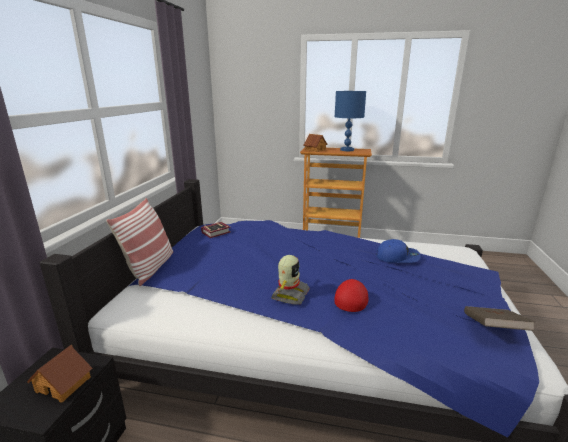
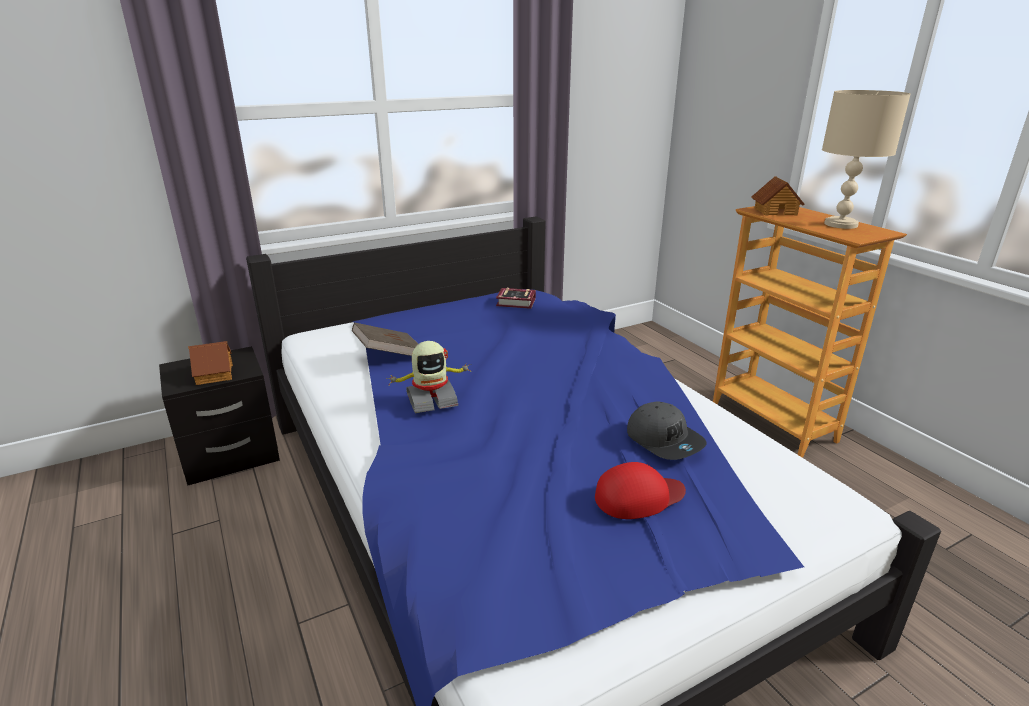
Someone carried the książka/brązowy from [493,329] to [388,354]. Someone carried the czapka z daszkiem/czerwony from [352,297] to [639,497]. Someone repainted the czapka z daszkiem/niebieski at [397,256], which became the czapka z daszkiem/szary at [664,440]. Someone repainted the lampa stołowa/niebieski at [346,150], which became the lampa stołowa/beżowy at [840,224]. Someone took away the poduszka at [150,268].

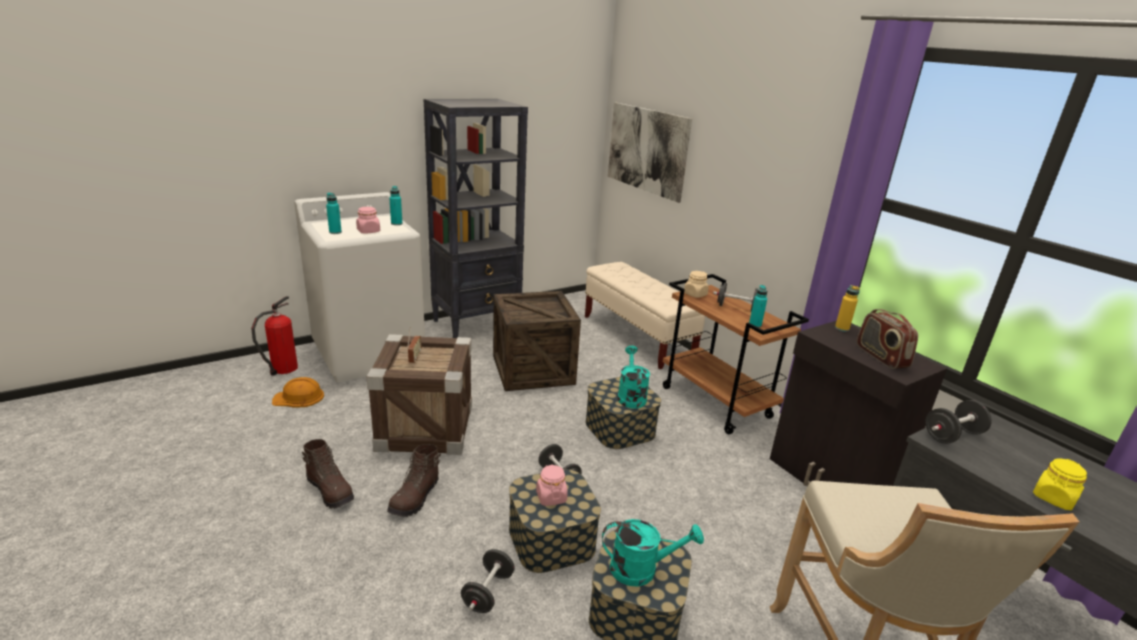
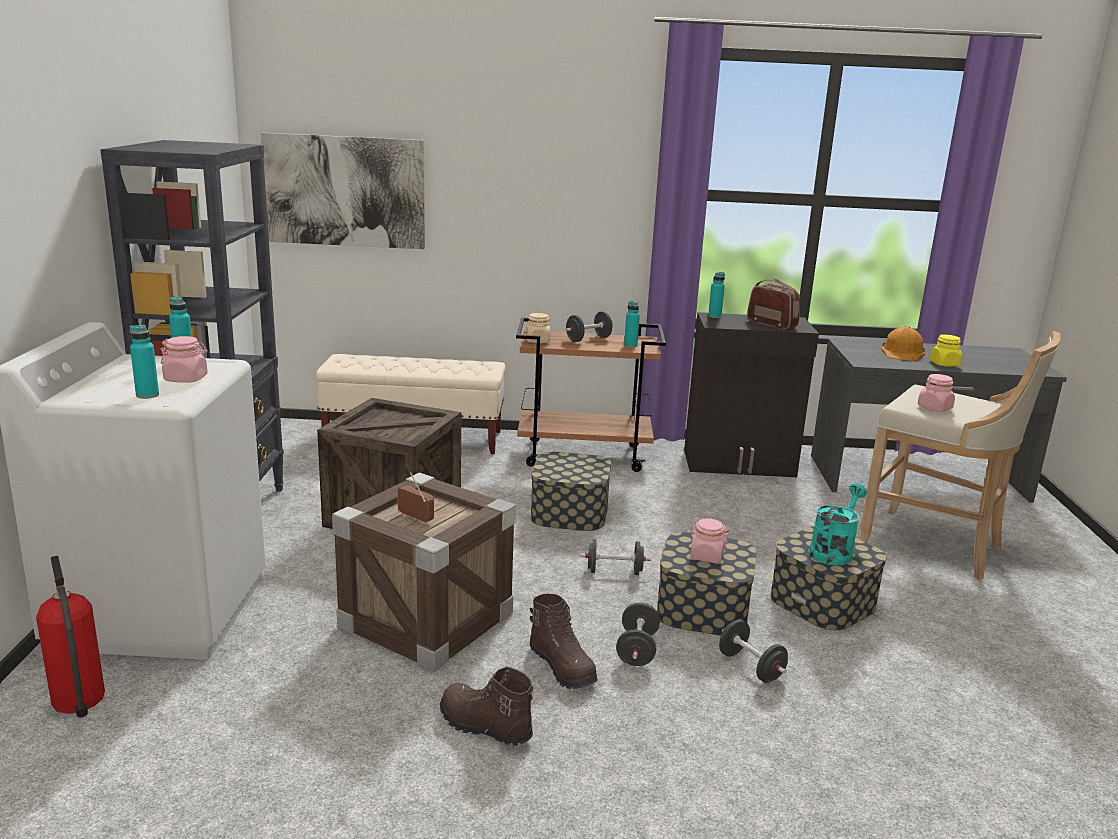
Someone rotated the but z cholewką/brązowy at [331,491] by 135 degrees counterclockwise. Someone carried the hantel/czarny from [952,435] to [637,650]. Someone repainted the butelka/żółty at [842,328], which became the butelka/turkusowy at [714,316]. Someone rotated the radio at [881,357] by 150 degrees counterclockwise. Someone carried the kask/pomarańczowy from [299,397] to [902,352]. Someone put down the słoik/różowy at [934,408]. Someone took away the konewka/turkusowy at [630,396].

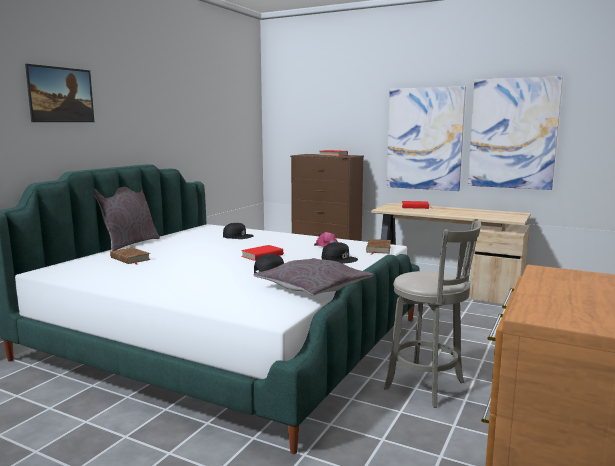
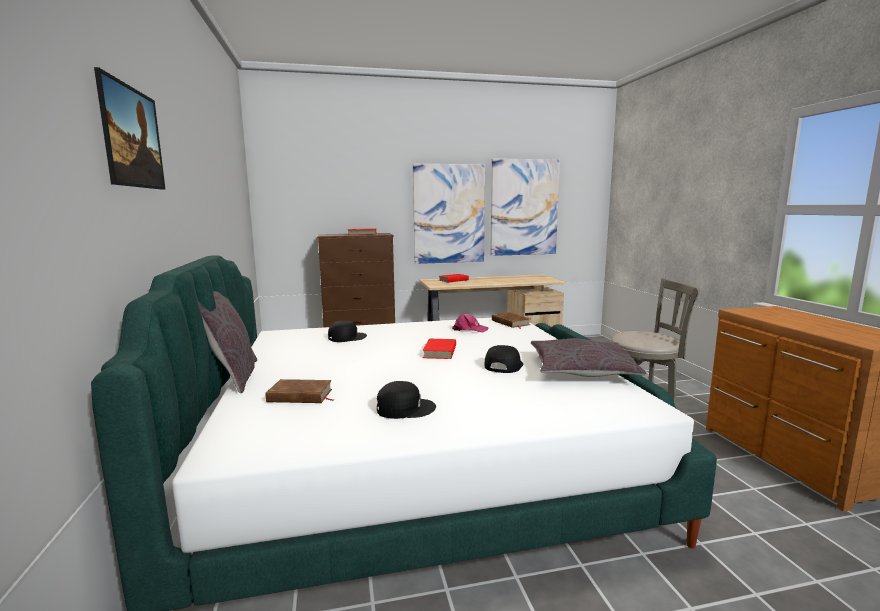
Someone carried the czapka z daszkiem/czarny from [339,259] to [405,408].

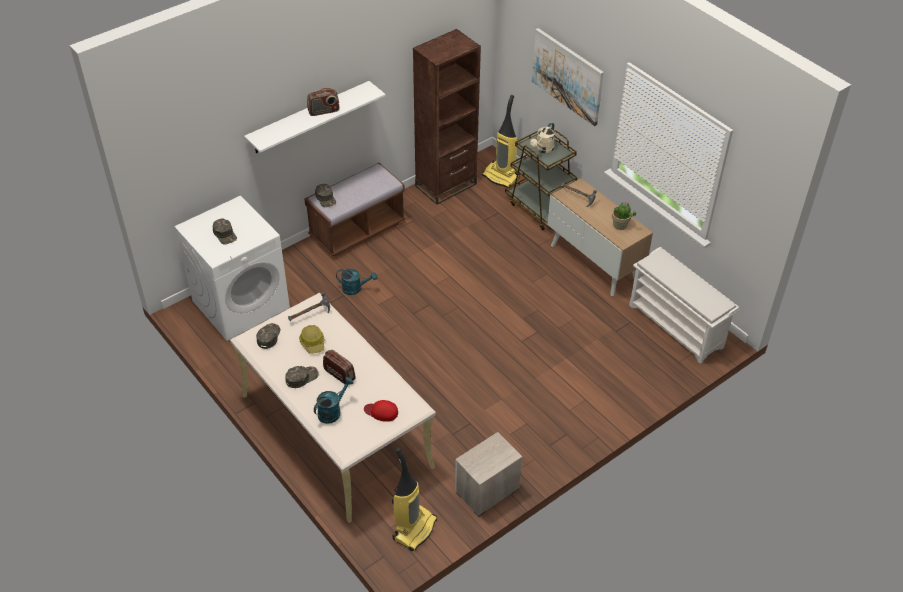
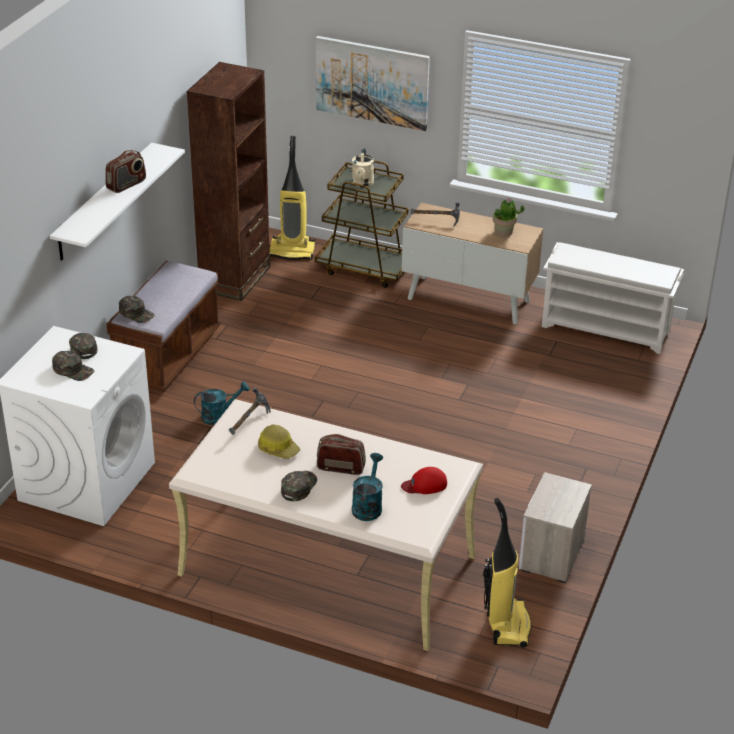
Someone carried the czapka z daszkiem/zielony from [268,336] to [82,347].

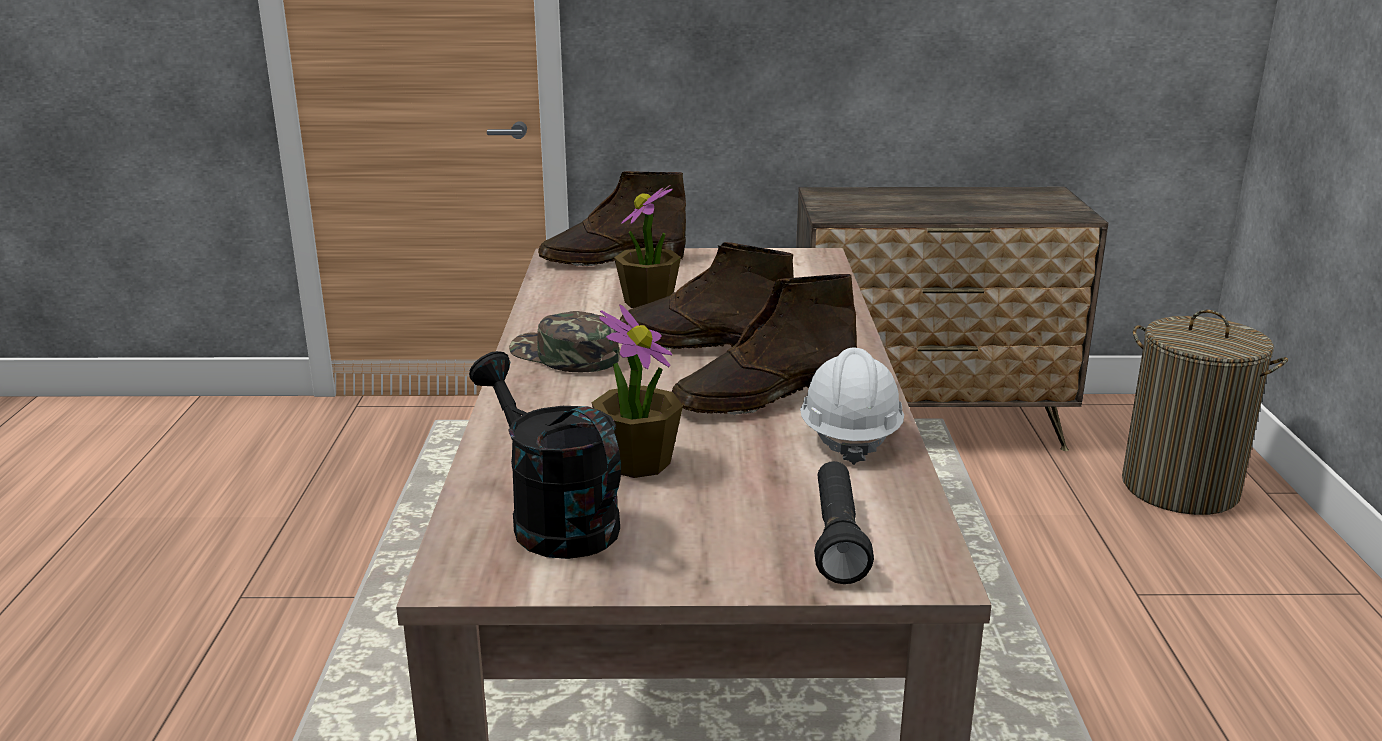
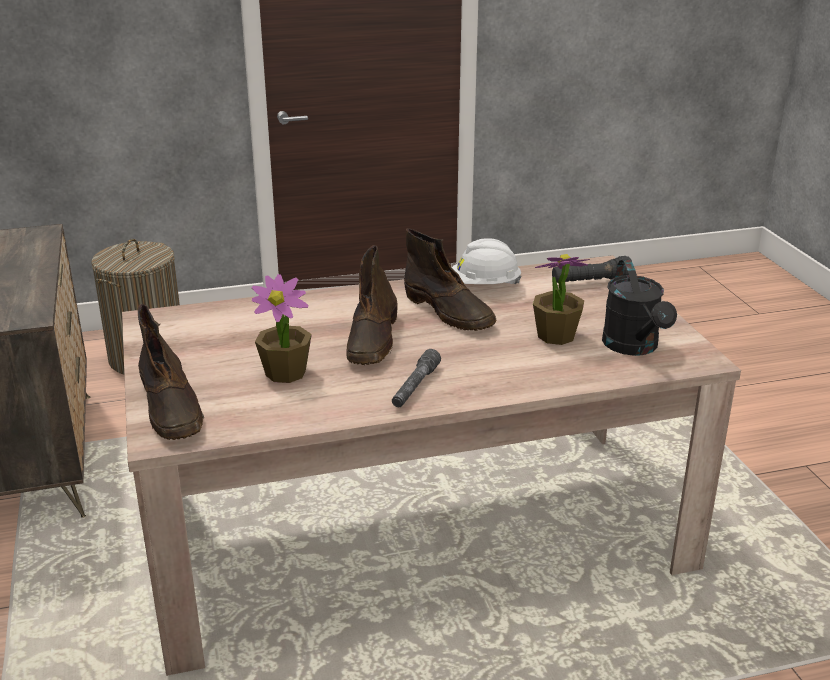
Someone swapped the czapka z daszkiem/zielony at [564,355] for the latarka/szary at [415,387]. Someone rotated the konewka/czarny at [553,520] by 45 degrees counterclockwise.

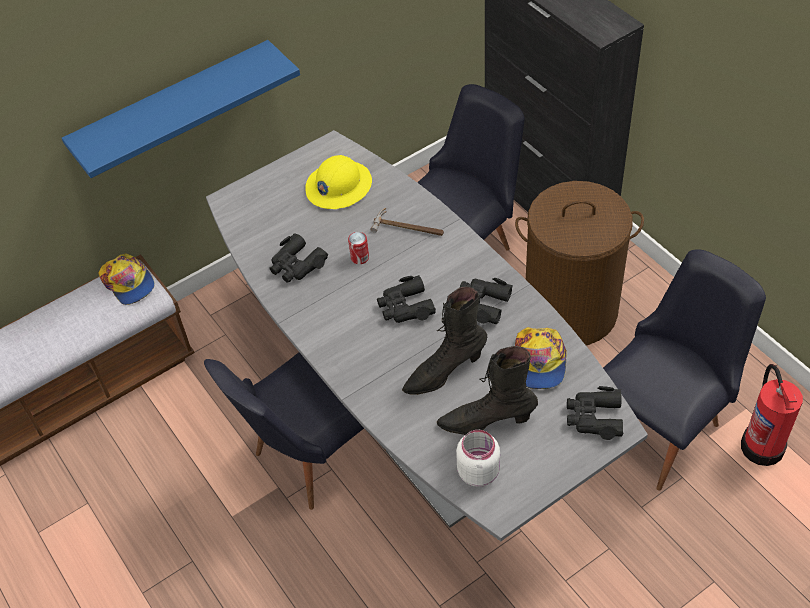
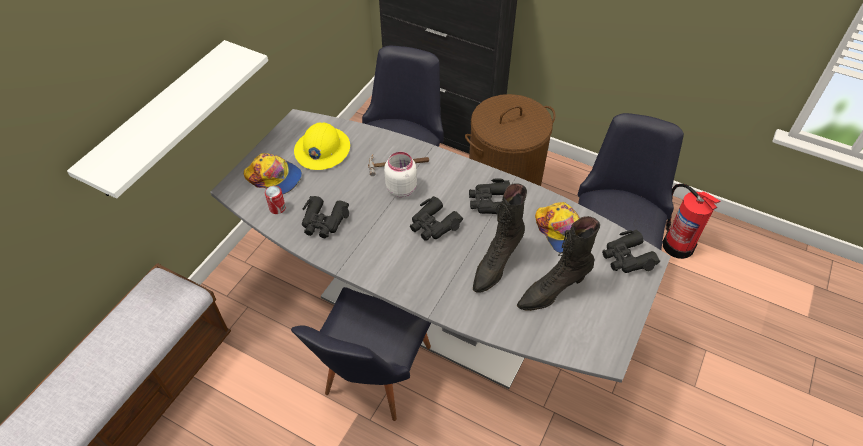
Someone repainted the półka/niebieski at [174,109], which became the półka/biały at [161,119]. Someone carried the czapka z daszkiem from [128,283] to [274,177]. Someone carried the puszka from [360,257] to [277,208]. Someone carried the słoik/biały from [478,471] to [401,188].

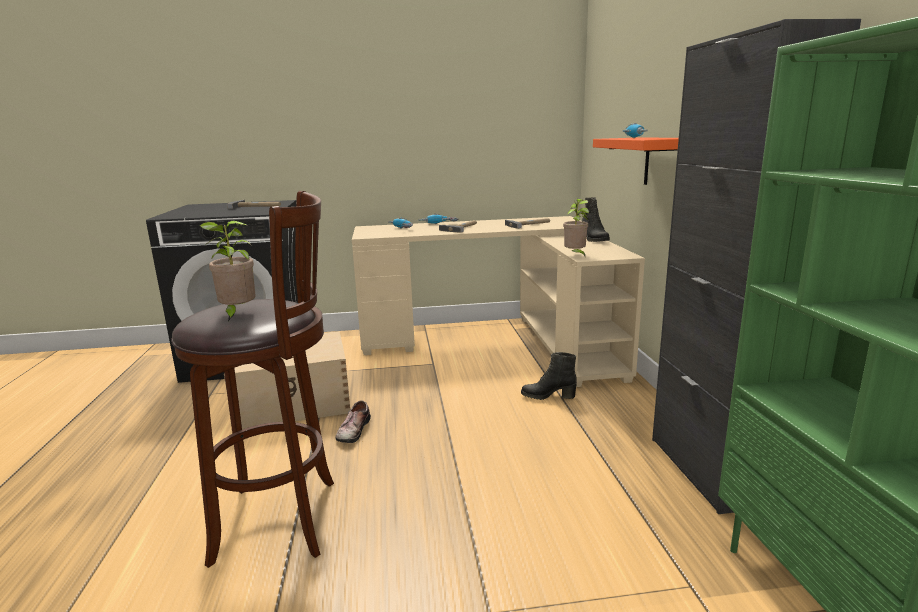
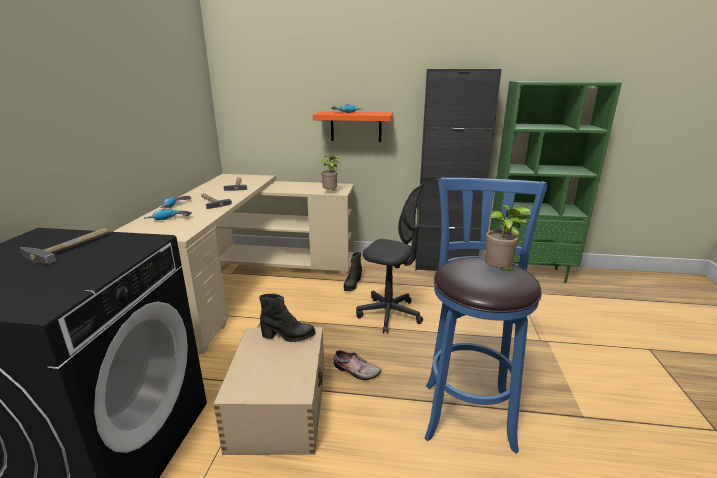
Someone carried the but z cholewką/czarny from [593,240] to [288,336]. Someone put down the krzesło biurowe/szary at [389,314]. Someone repainted the stołek/brązowy at [284,519], which became the stołek/niebieski at [467,411].

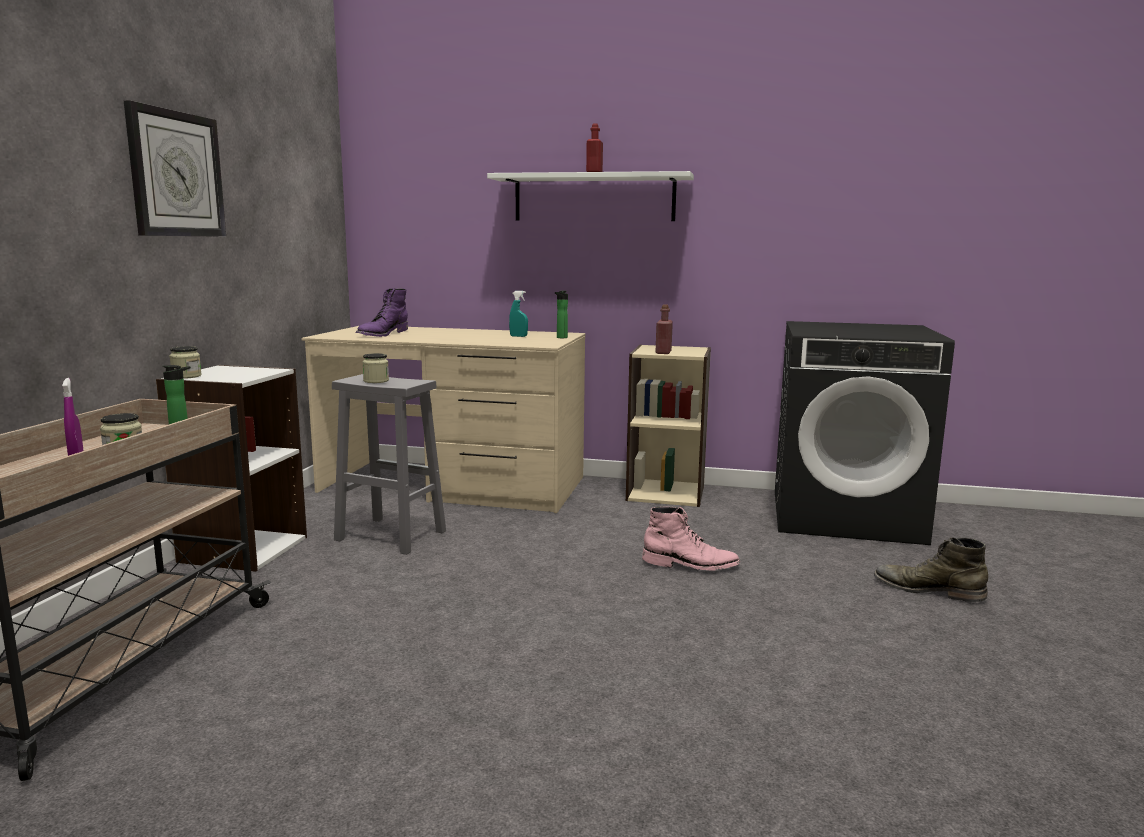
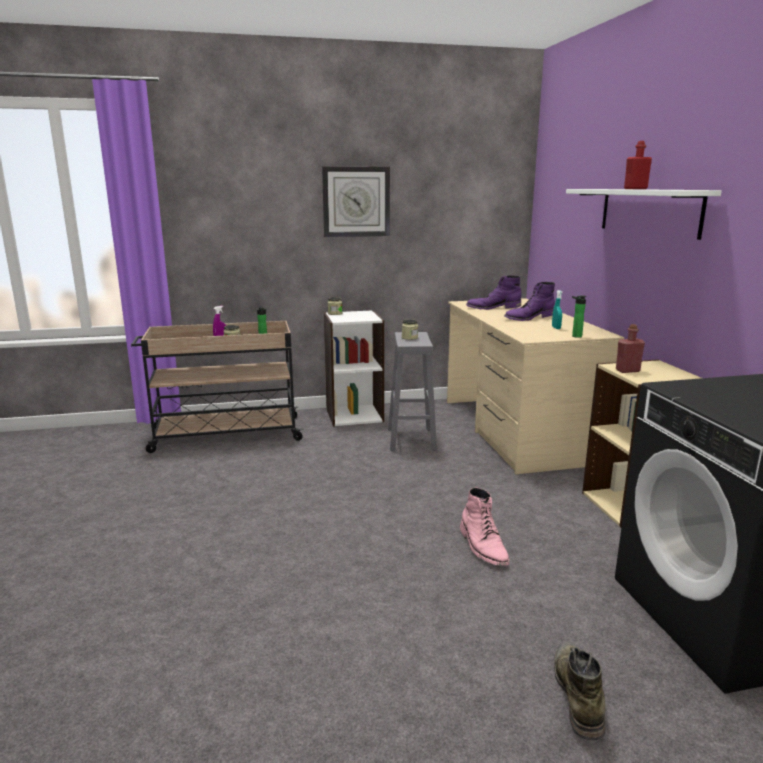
Someone put down the but z cholewką/fioletowy at [528,318].

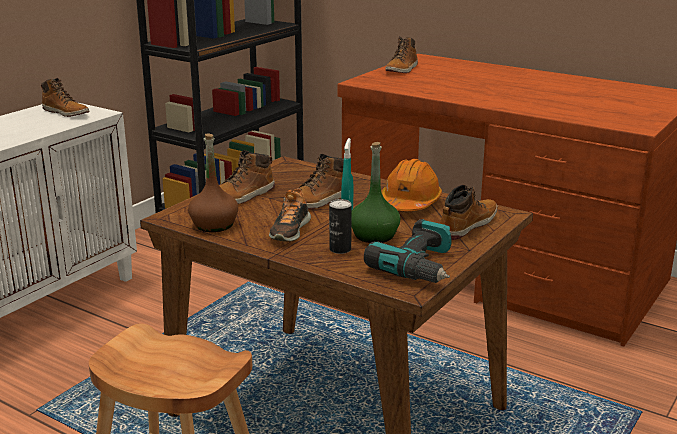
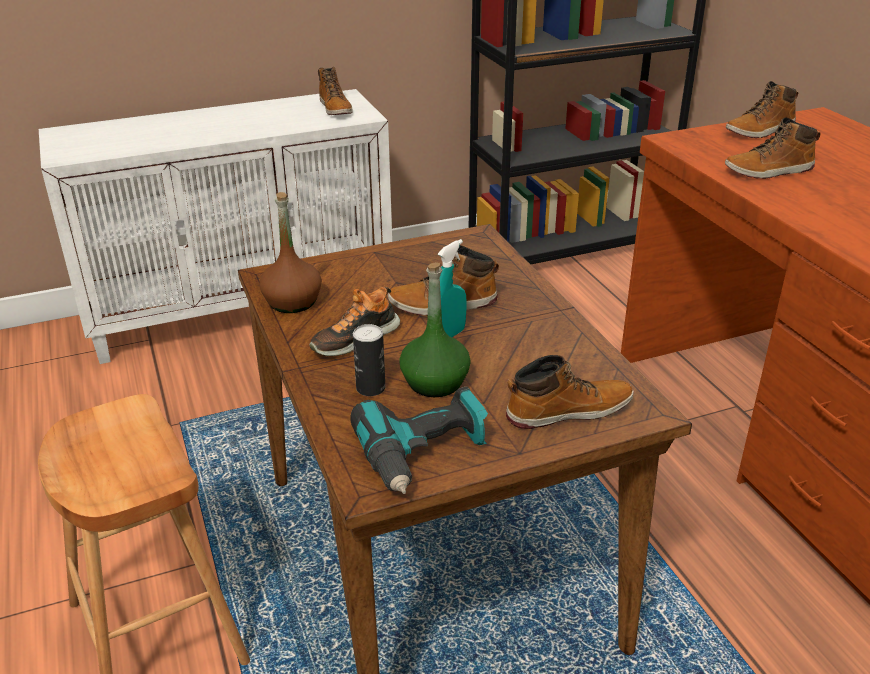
Someone carried the but z cholewką from [242,196] to [769,171]. Someone took away the kask/pomarańczowy at [410,203].

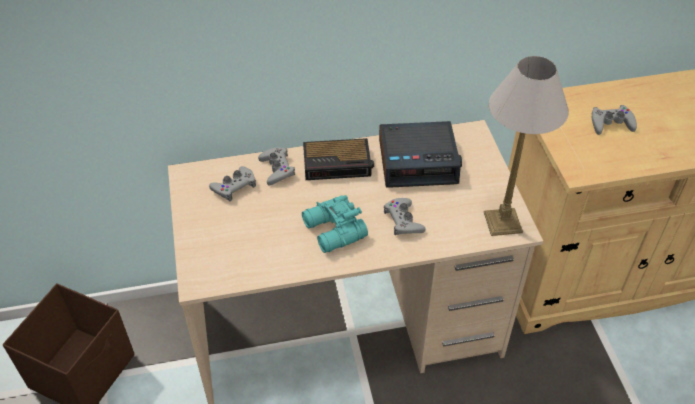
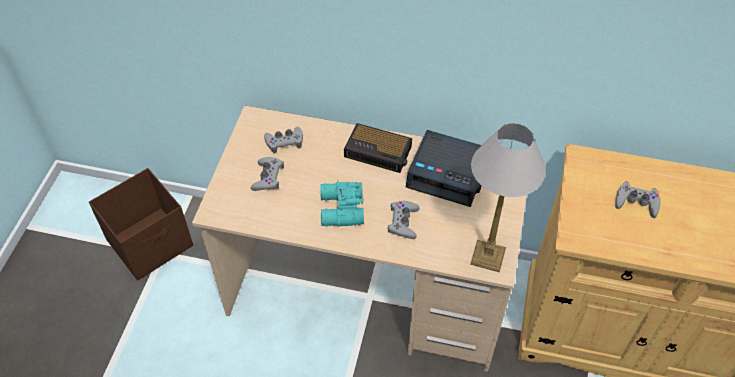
Someone carried the pad do gier/szary from [277,169] to [268,177].

